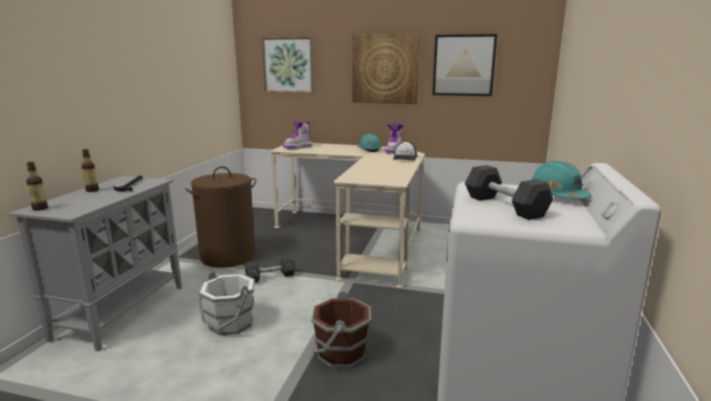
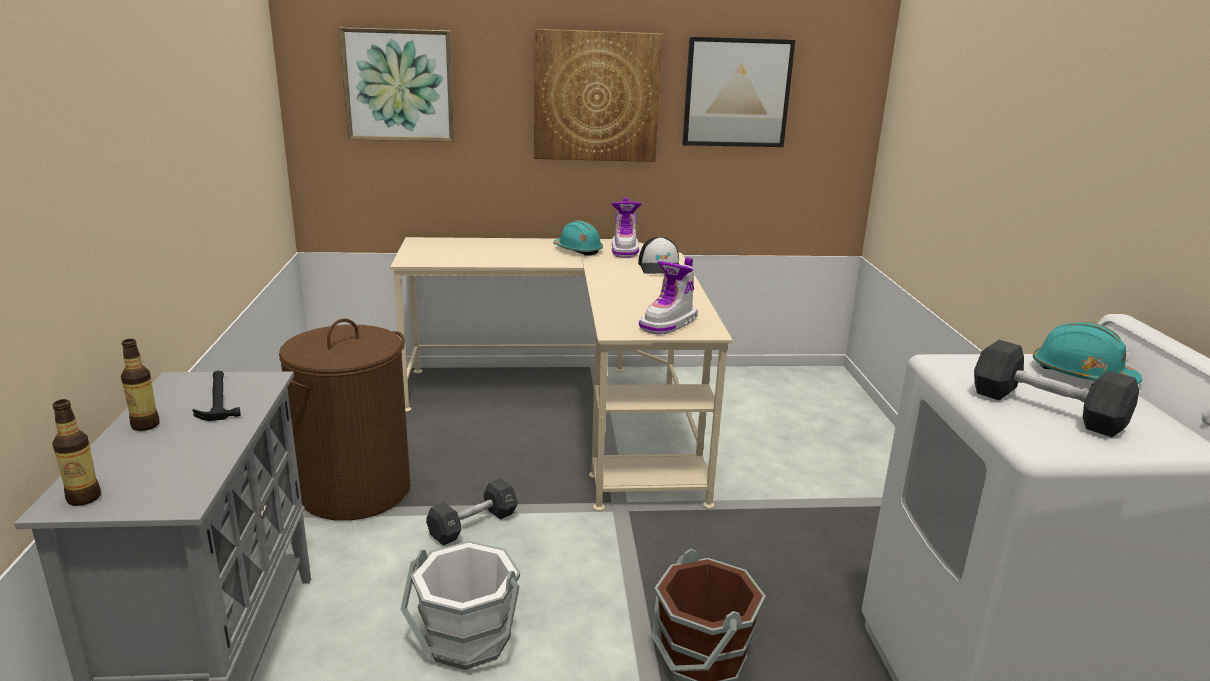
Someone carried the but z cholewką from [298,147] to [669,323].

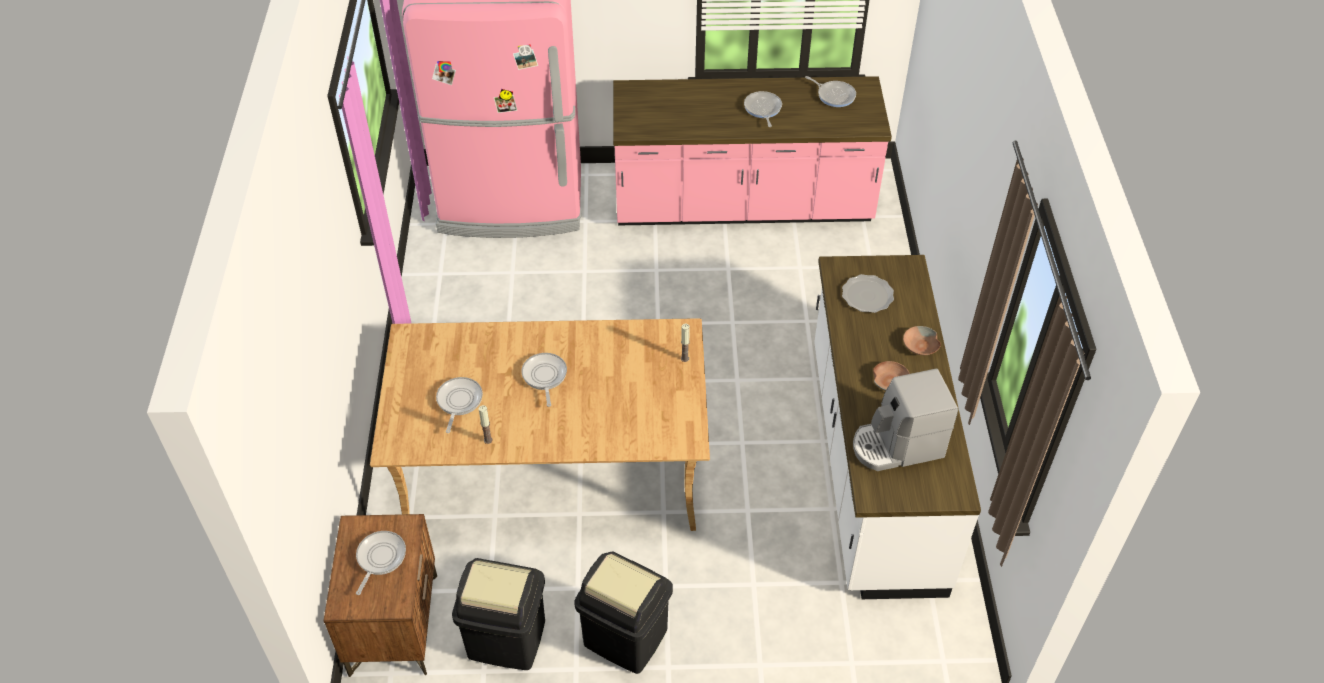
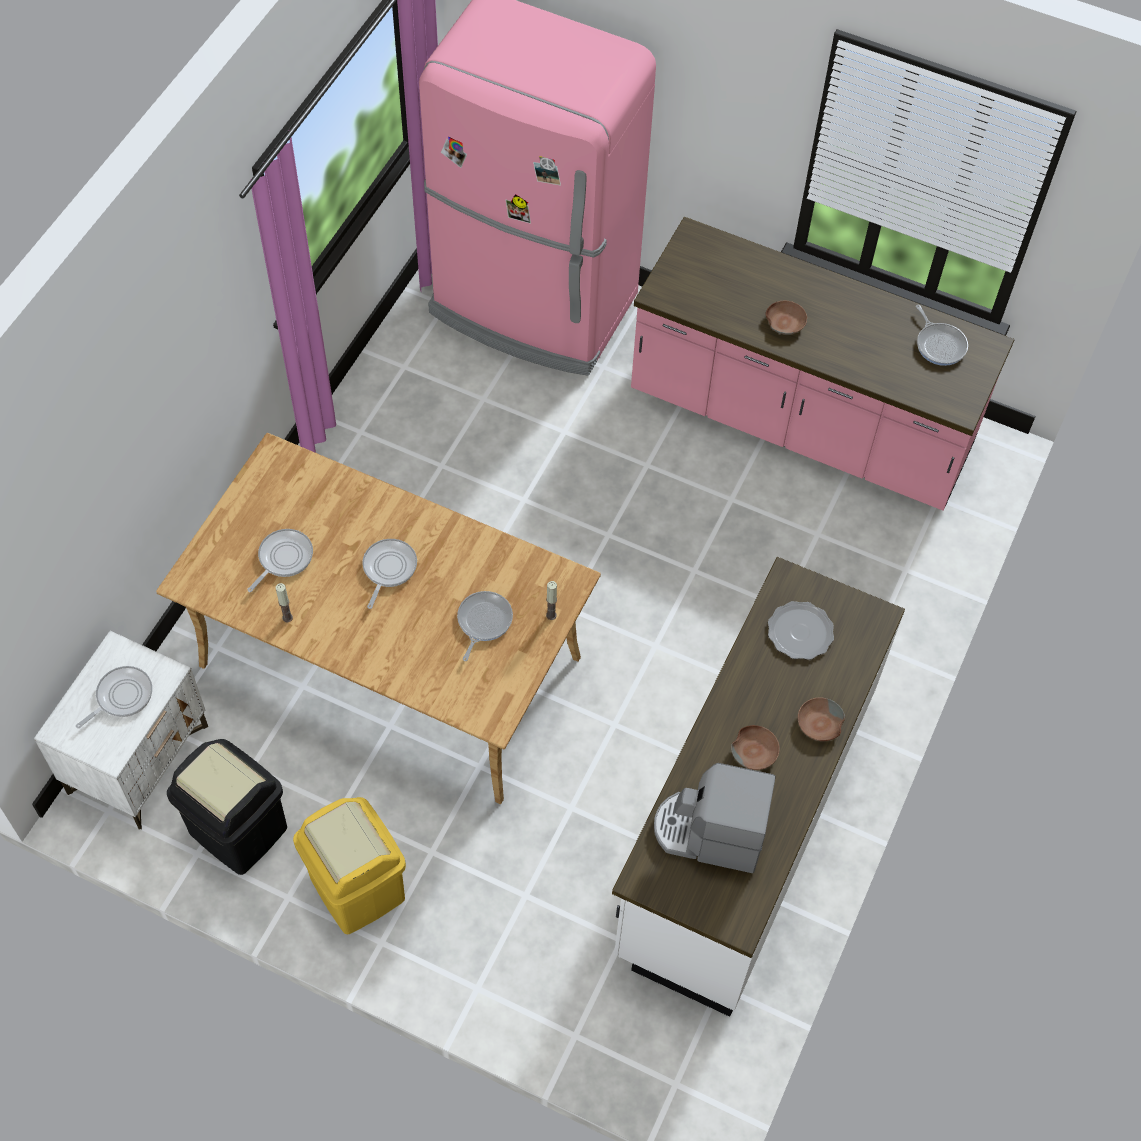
Someone repainted the szafka nocna/brązowy at [394,623], which became the szafka nocna/biały at [138,758]. Someone repainted the kosz na śmieci/czarny at [625,638], which became the kosz na śmieci/żółty at [356,888]. Someone carried the patelnia from [762,109] to [483,622]. Someone put down the miska/brązowy at [785,322].

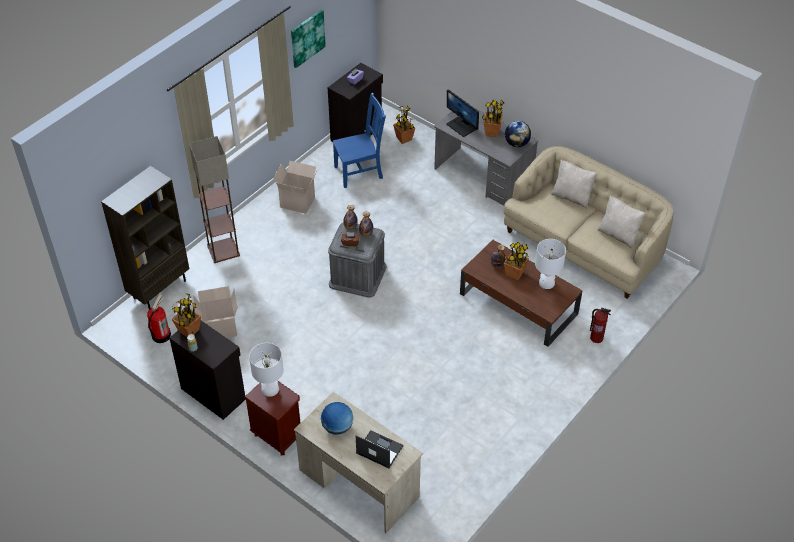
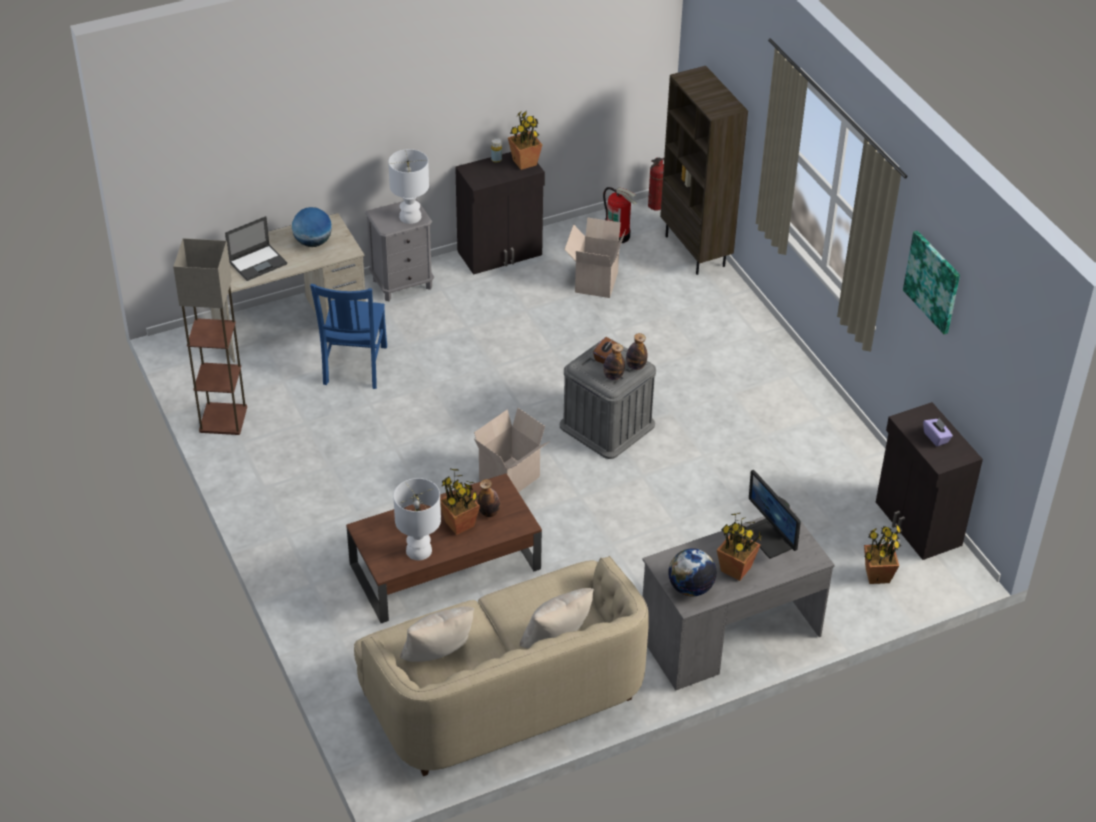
Someone carried the lampa stojąca from [223,251] to [222,419]. Someone carried the krzesło/niebieski from [360,172] to [354,367]. Someone repainted the szafka nocna/brązowy at [278,436], which became the szafka nocna/szary at [402,284]. Someone carried the karton from [298,201] to [510,480]. Someone carried the gaśnica from [596,338] to [656,206]. Someone rotated the monitor at [461,126] by 105 degrees counterclockwise.

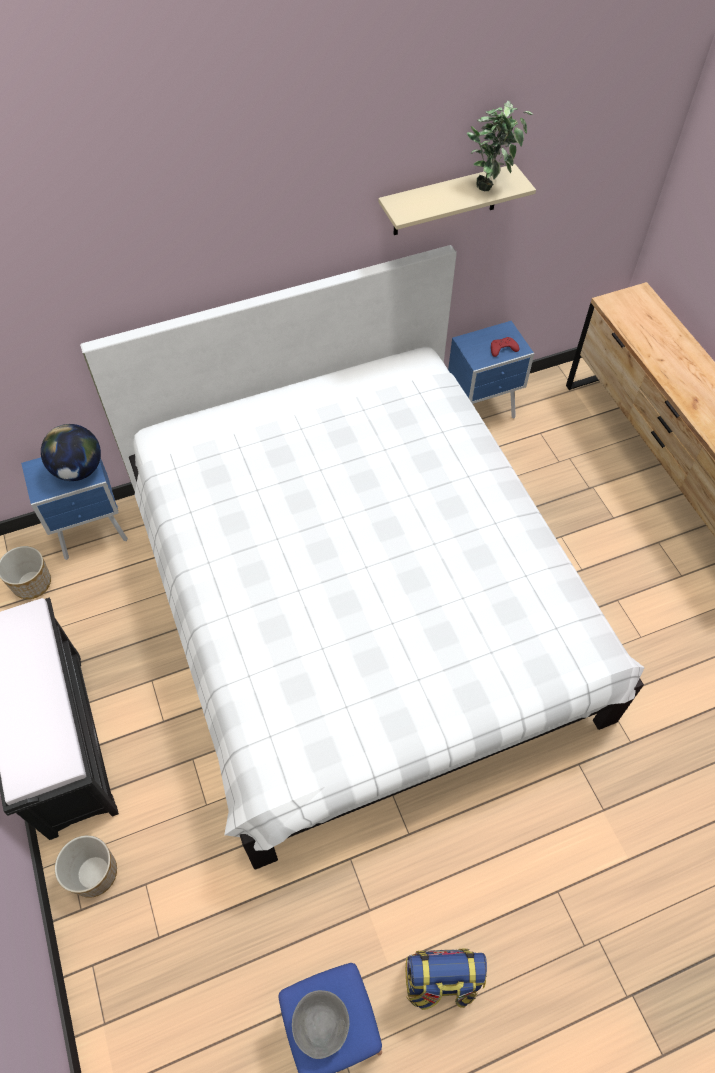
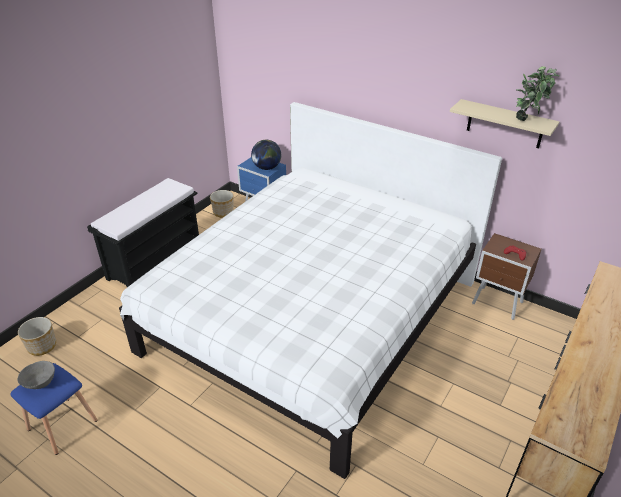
Someone carried the donica from [94,872] to [42,346]. Someone repainted the szafka nocna/niebieski at [482,412], which became the szafka nocna/brązowy at [498,304]. Someone took away the plecak at [439,981].

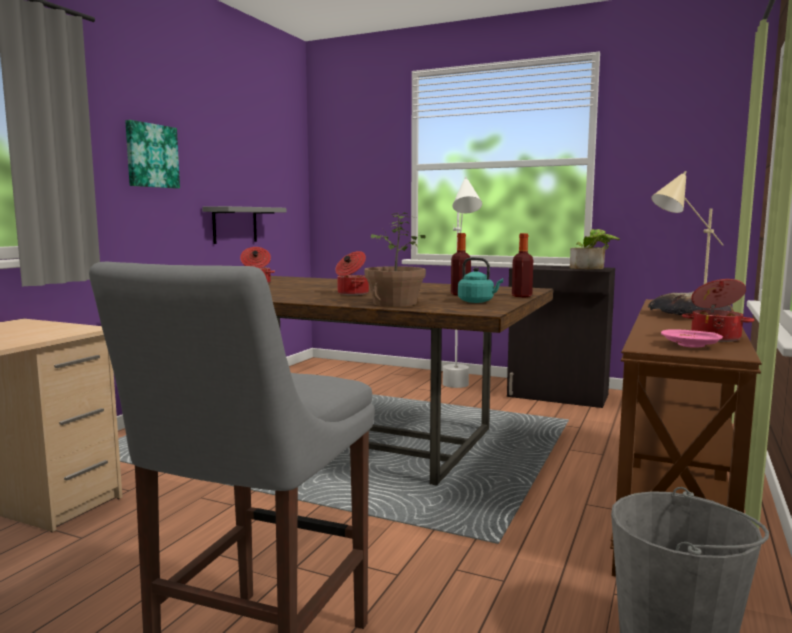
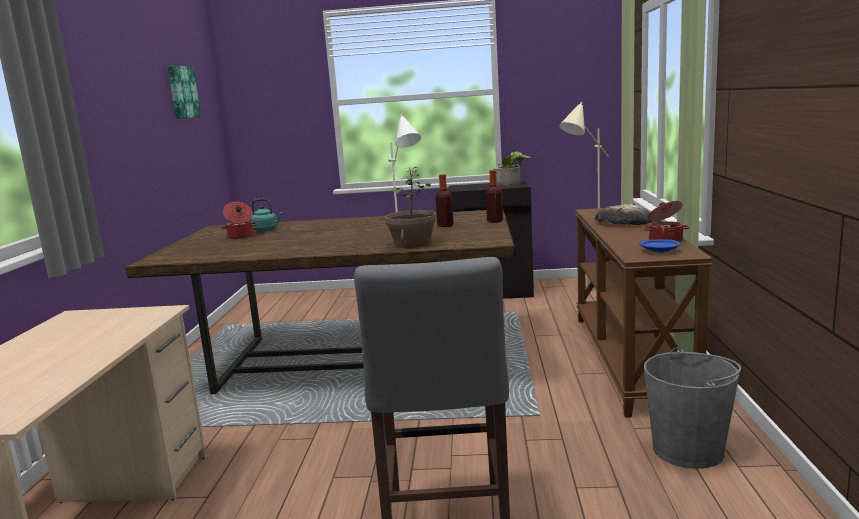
Someone carried the obraz from [151,156] to [182,92]. Someone carried the czajnik/turkusowy from [477,301] to [266,230]. Someone repainted the talerz/różowy at [691,346], which became the talerz/niebieski at [660,251]. Someone took away the półka/szary at [235,225]. Someone took away the garnek at [352,293].

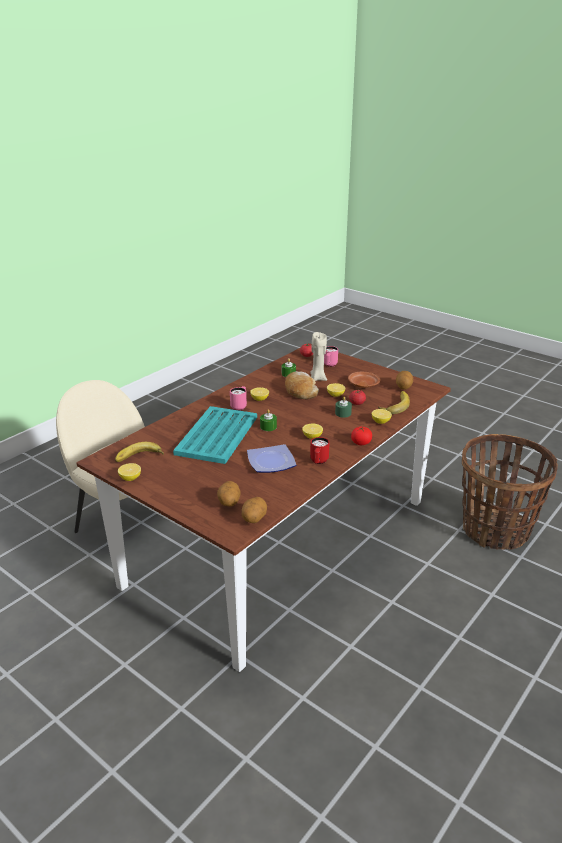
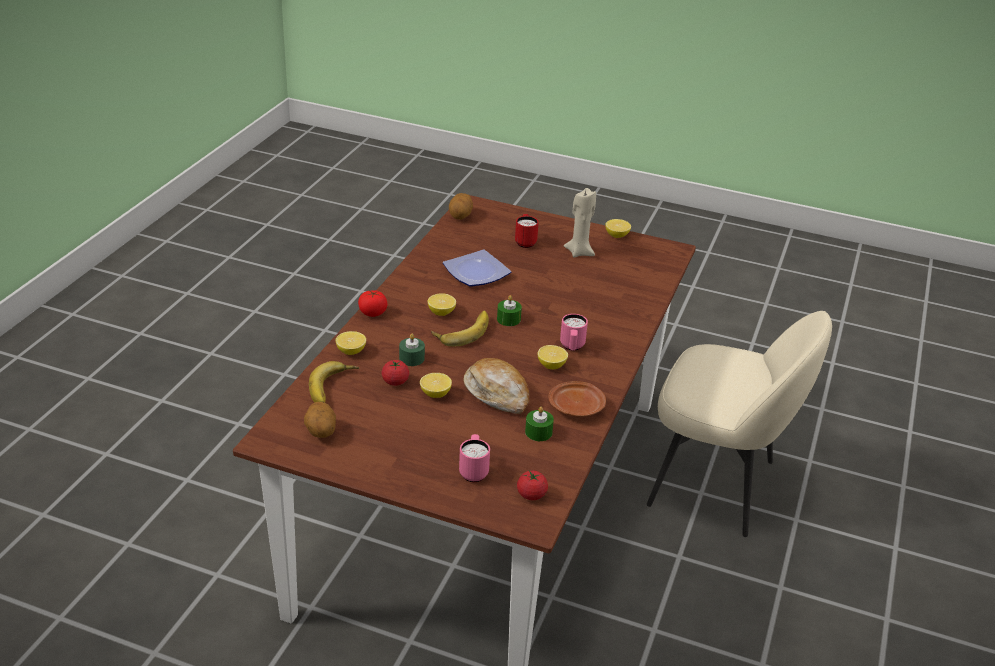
Someone carried the banan from [139,458] to [462,331]. Someone carried the kubek/czerwony from [318,462] to [525,241]. Someone carried the talerz/brązowy from [363,384] to [577,407]. Someone carried the świeca/beżowy from [317,378] to [579,252]. Someone took away the taca/turkusowy at [217,435]. Someone took away the ziemniak at [229,503]. Someone took away the koszyk at [495,530].

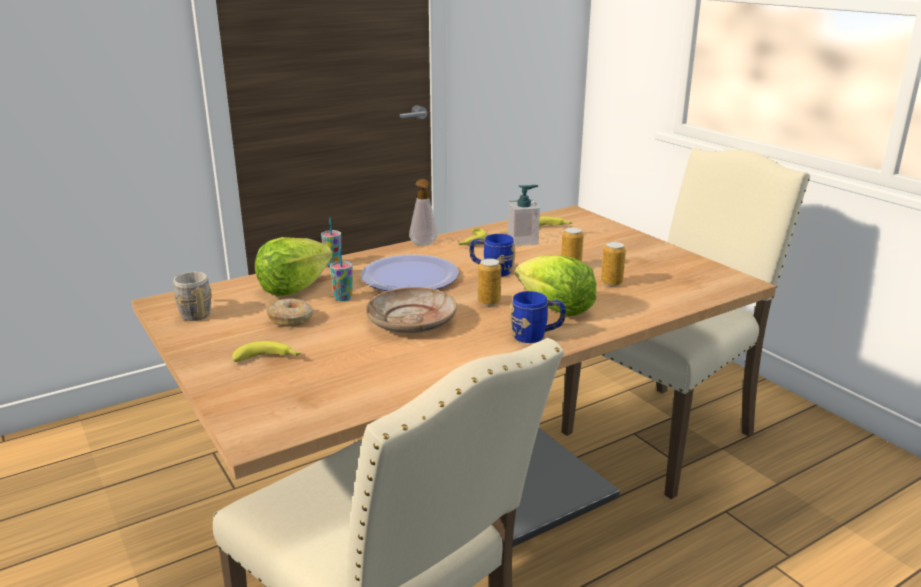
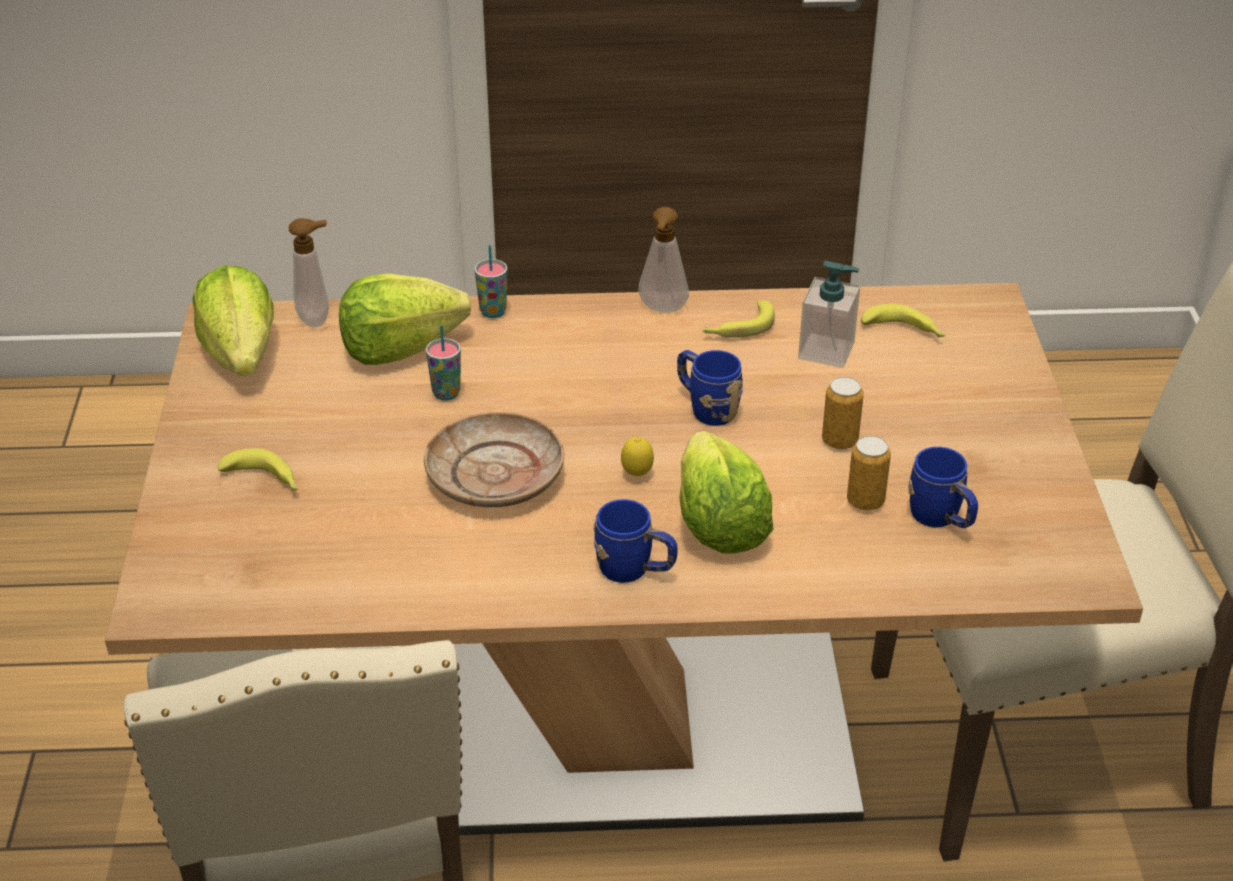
Someone swapped the kubek/szary at [192,312] for the sałata at [241,355]. Someone put down the dozownik mydła at [317,319]. Someone swapped the puszka at [489,302] for the cytryna at [637,475]. Someone put down the kubek/niebieski at [941,519]. Someone took away the donut at [291,319]. Someone took away the talerz at [410,276].

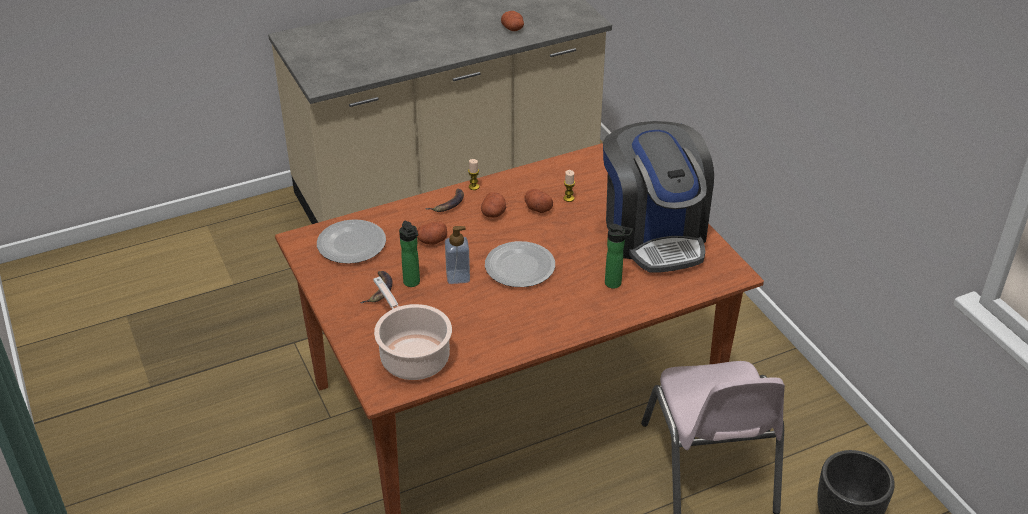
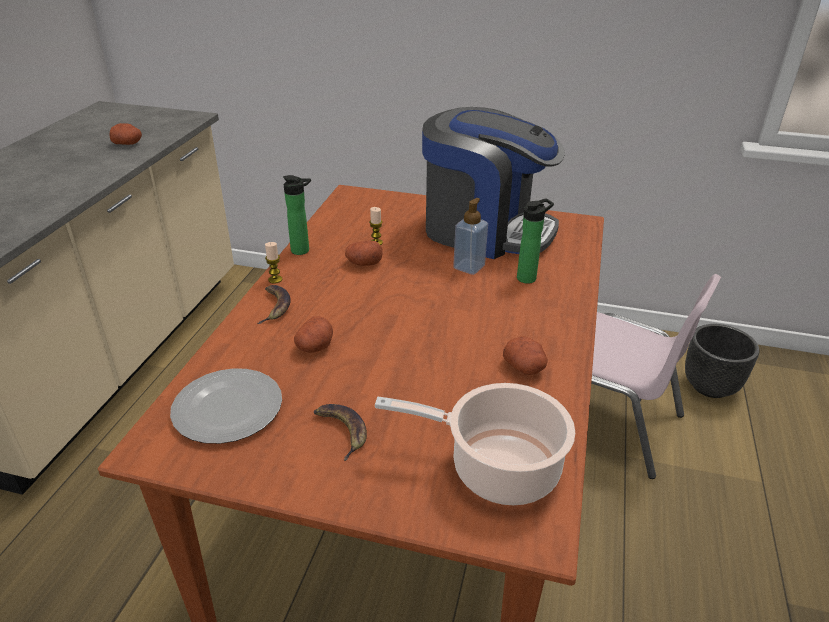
Someone carried the butelka from [412,283] to [303,251]. Someone carried the dozownik mydła from [458,277] to [469,267]. Someone carried the ziemniak from [493,213] to [525,367]. Someone took away the talerz at [519,267].

